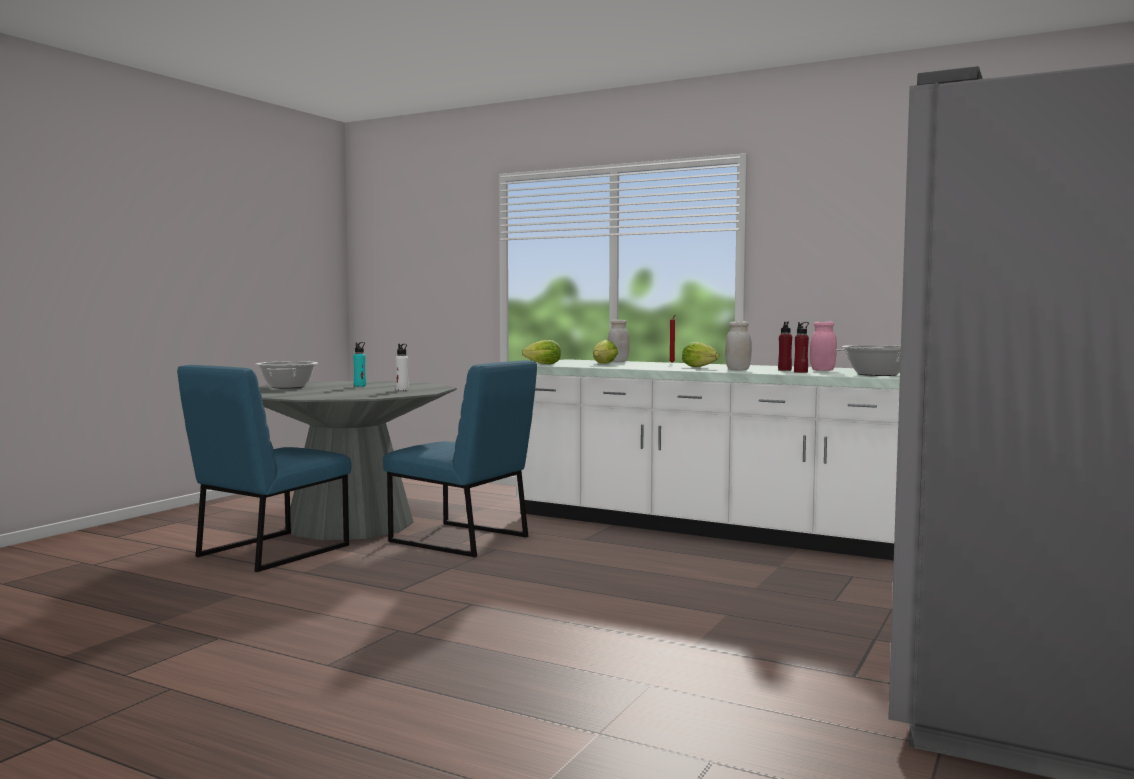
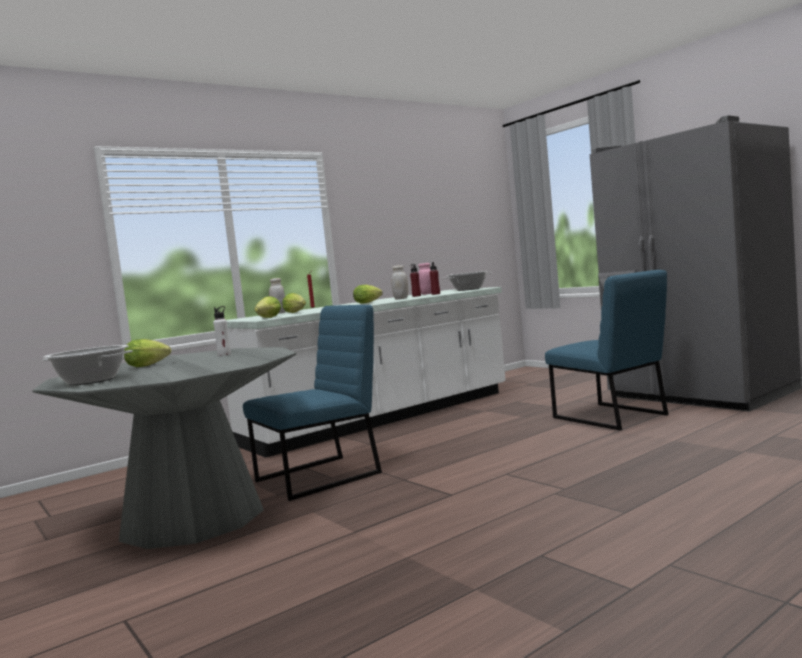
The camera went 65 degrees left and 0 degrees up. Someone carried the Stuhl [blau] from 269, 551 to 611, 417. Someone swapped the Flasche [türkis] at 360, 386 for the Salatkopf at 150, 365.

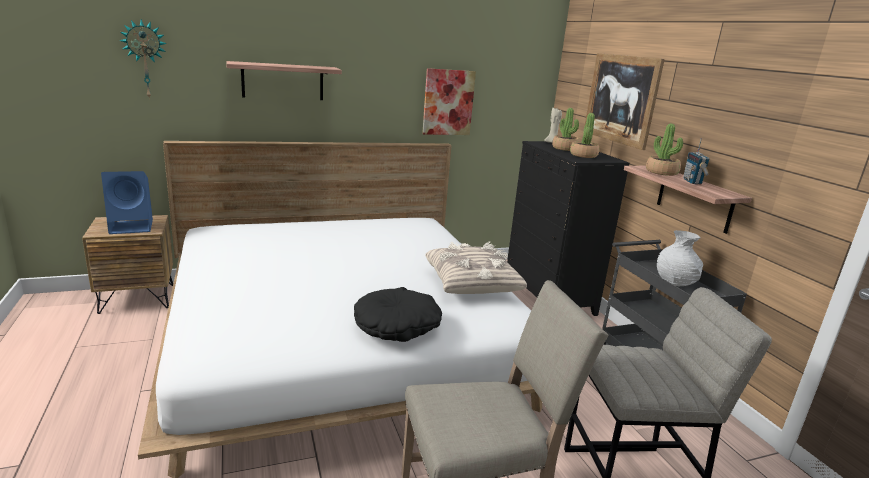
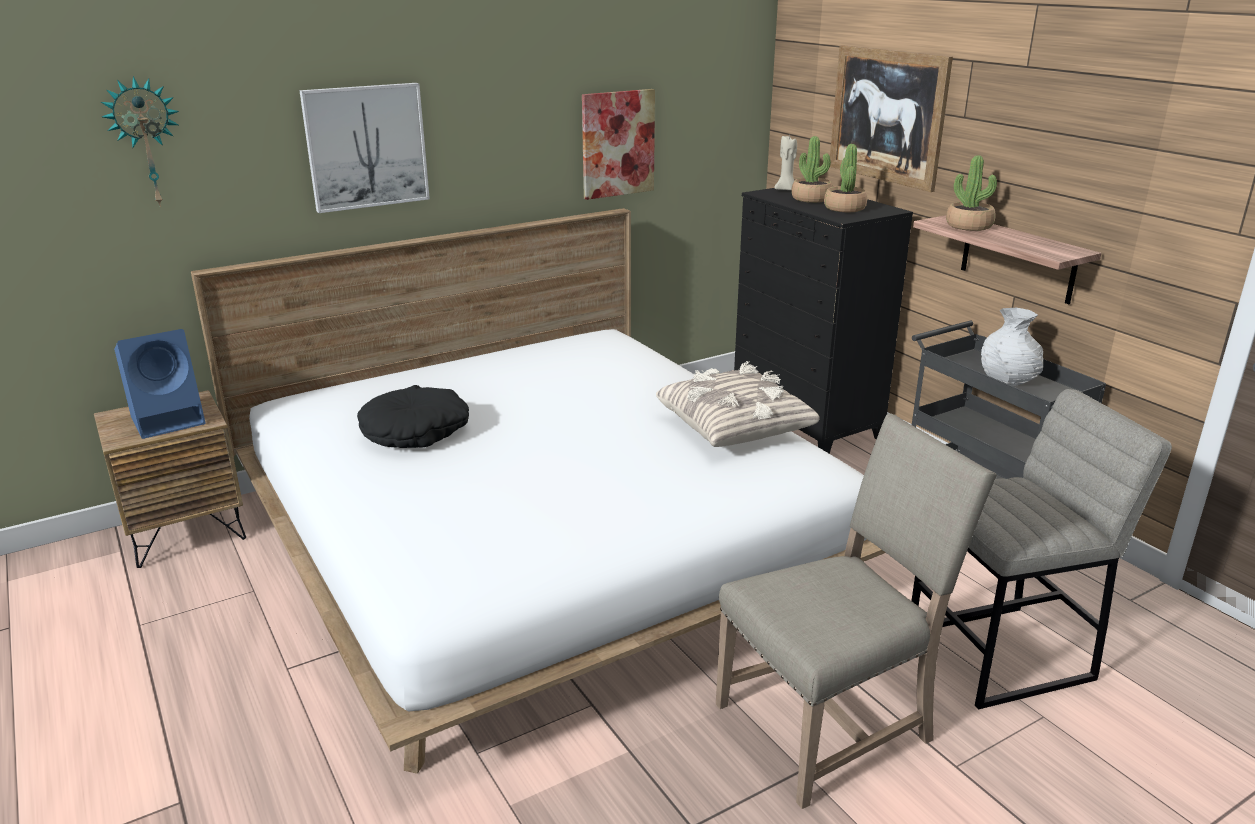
The camera went 10 degrees left and 5 degrees up. Someone took away the Radio at 692, 182. Someone carried the Kissen [schwarz] from 395, 325 to 413, 432. Someone swapped the Wandregal at 283, 81 for the Bild at 366, 146.

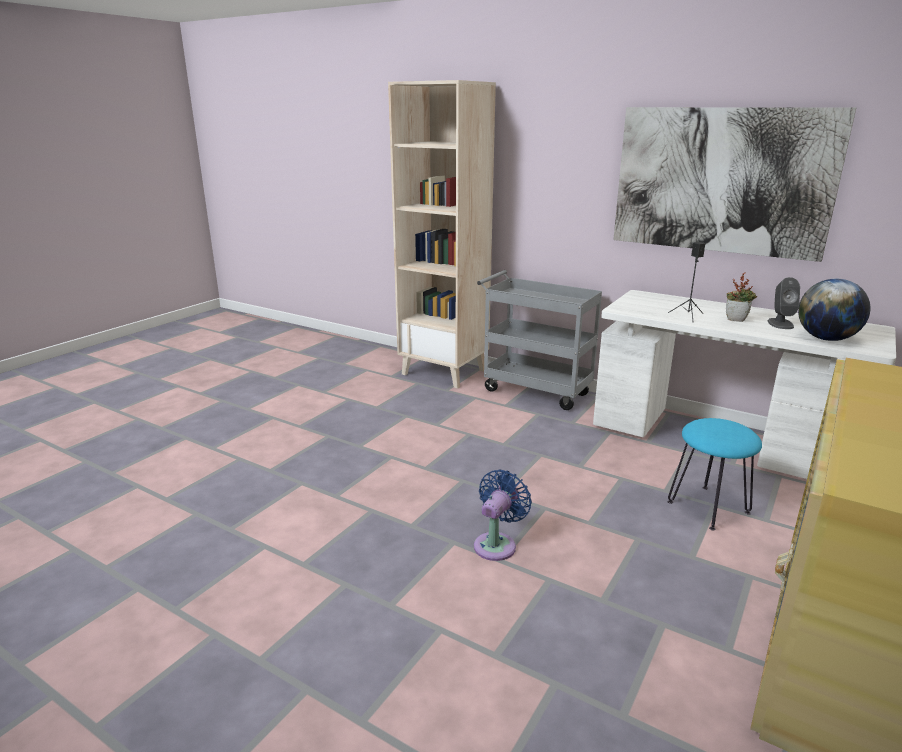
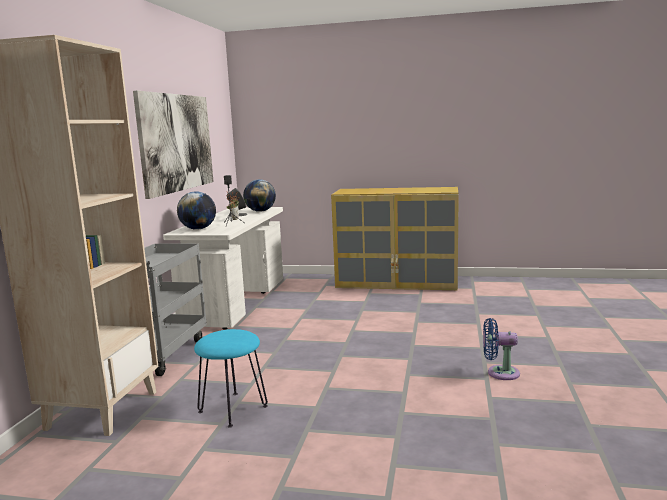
The camera went 110 degrees left and 10 degrees down. Someone put down the Globus at 198, 229. Someone carried the Ventilator [blau] from 497, 544 to 499, 373. Someone carried the Hocker [türkis] from 708, 507 to 233, 409.

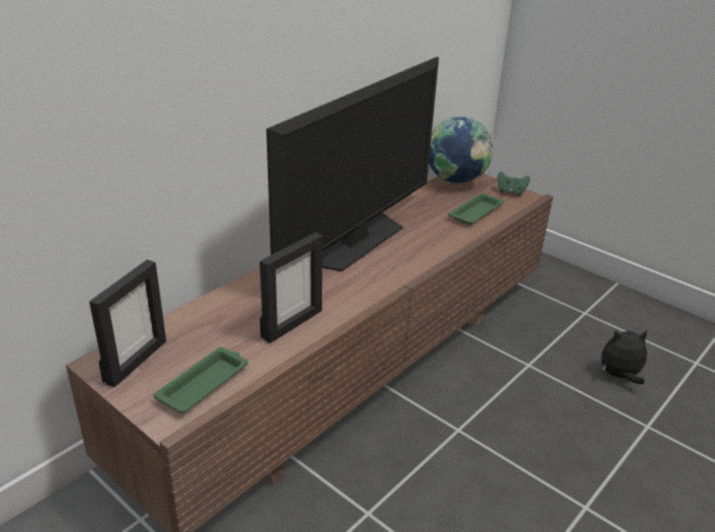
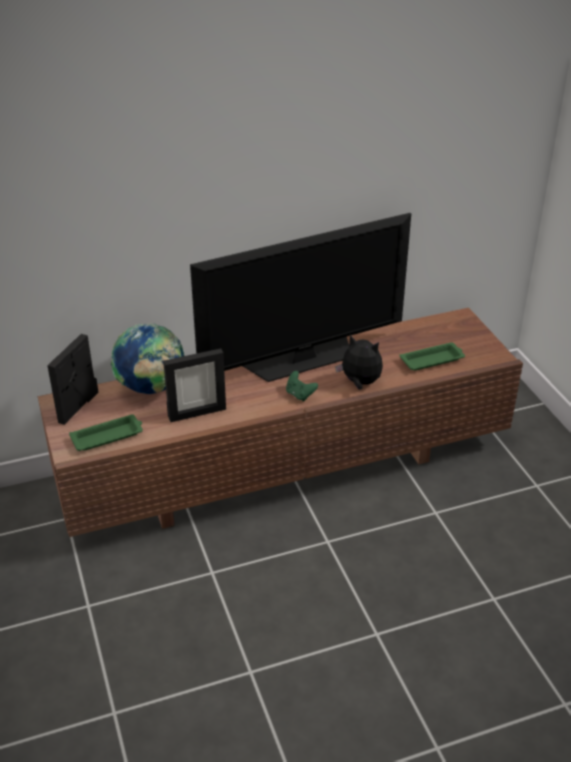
The camera went 30 degrees right and 5 degrees up. Someone carried the Globus from 455, 182 to 151, 389. Someone carried the Gamepad [grün] from 511, 192 to 300, 395. Someone carried the Plüschtier from 619, 376 to 360, 383. Someone rotated the Bilderrahmen at 135, 361 by 150 degrees clockwise.

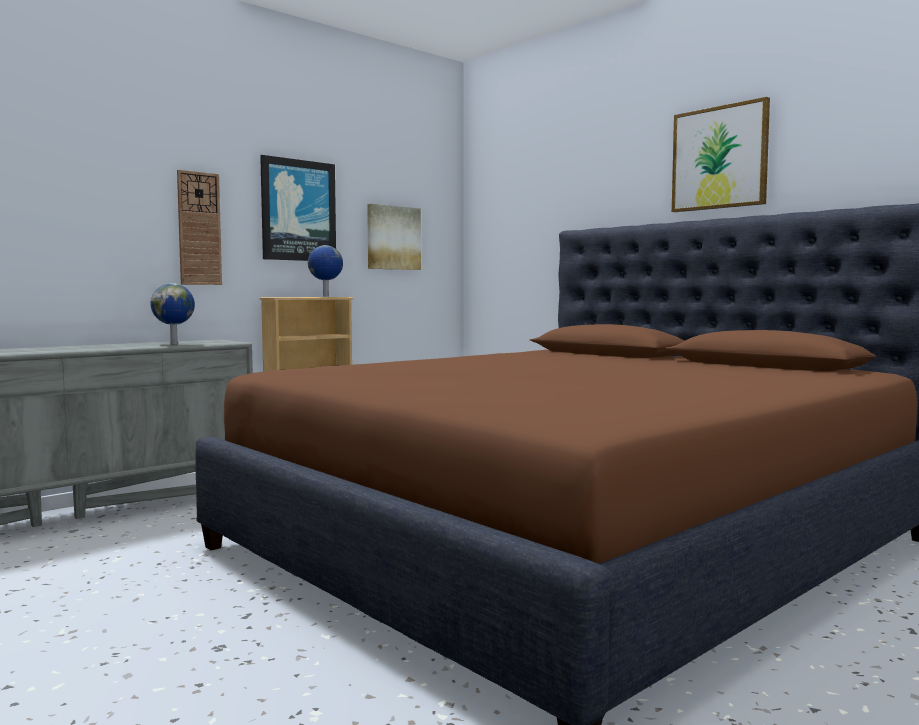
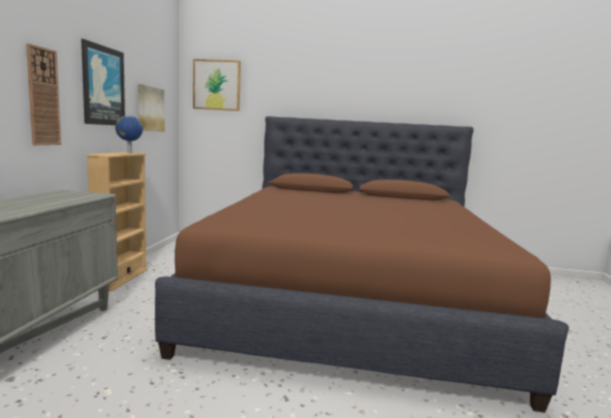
The camera went 40 degrees left and 5 degrees up. Someone took away the Globus at 175, 344. Someone carried the Bild from 719, 158 to 217, 85.

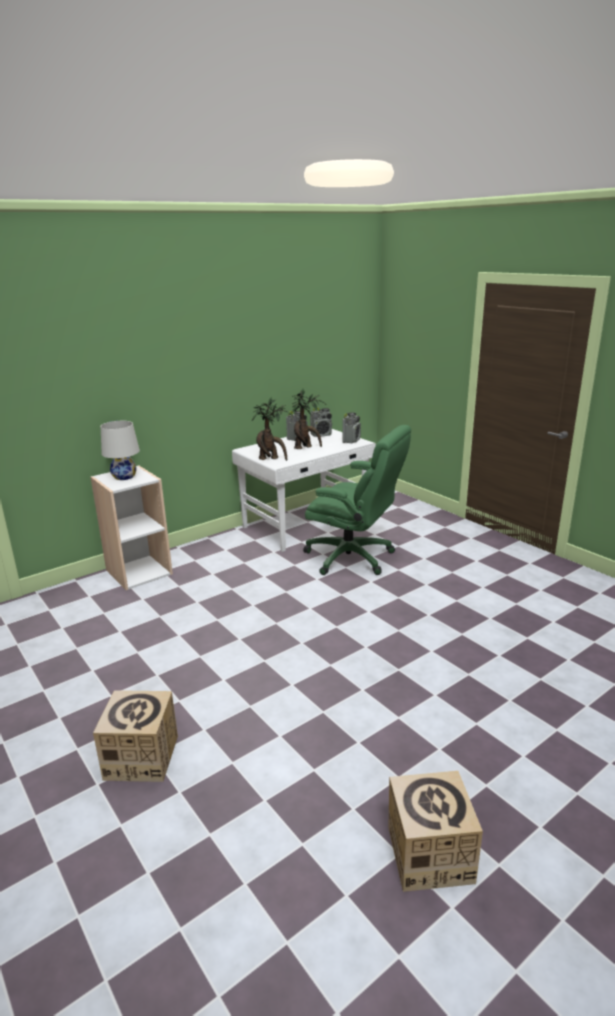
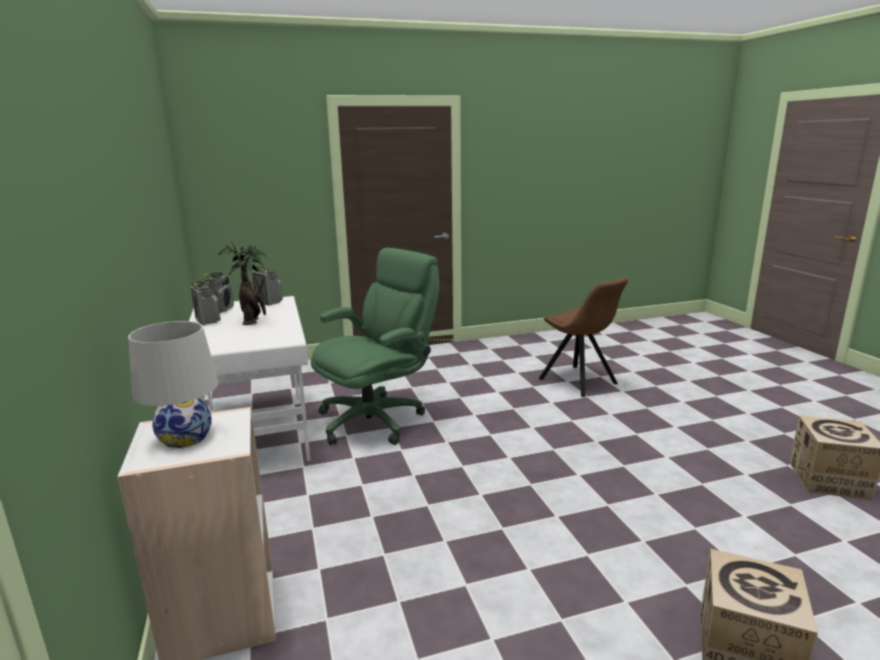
The camera went 70 degrees left and 5 degrees down. Someone took away the Topfpflanze at 271, 459. Someone put down the Stuhl [braun] at 578, 381.

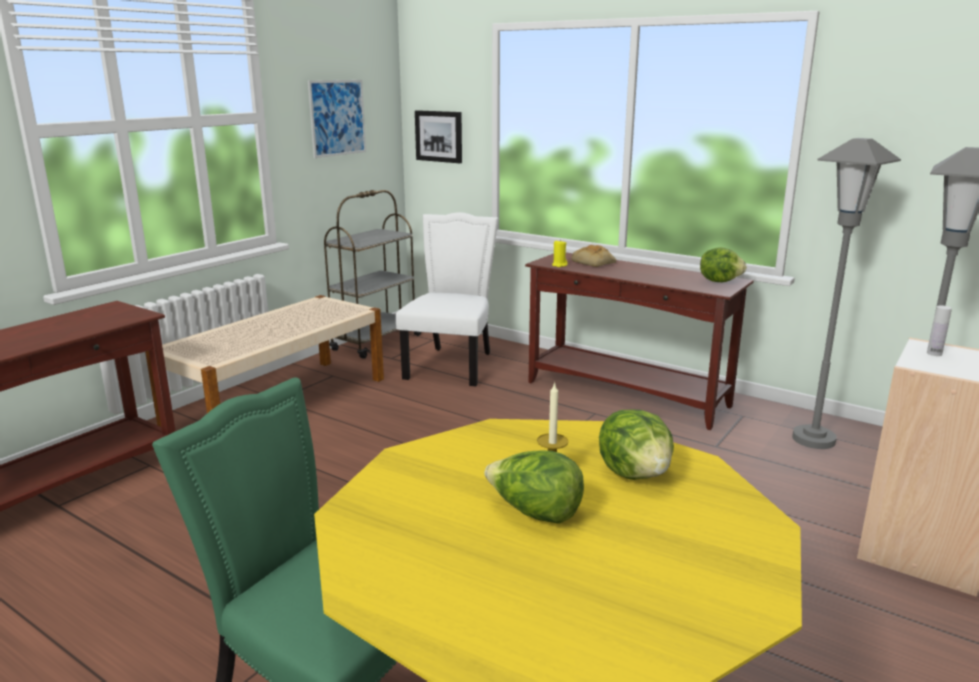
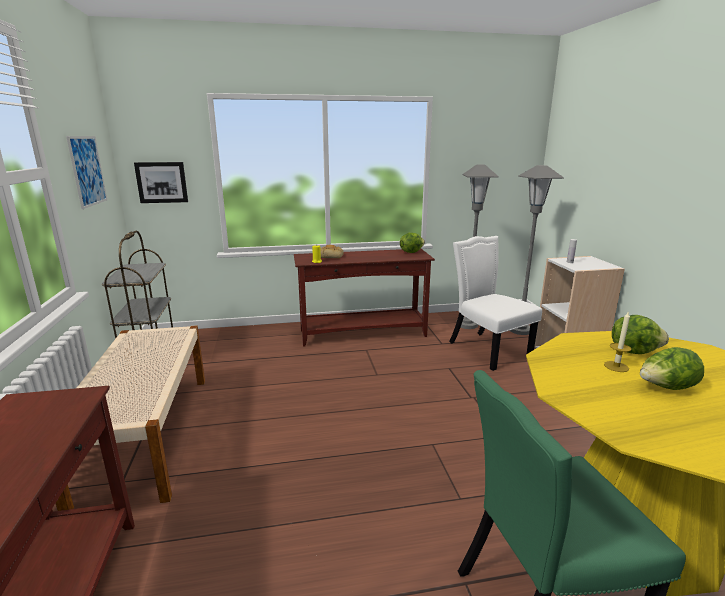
The camera went 45 degrees left and 0 degrees up. Someone carried the Stuhl [weiß] from 451, 367 to 489, 350.

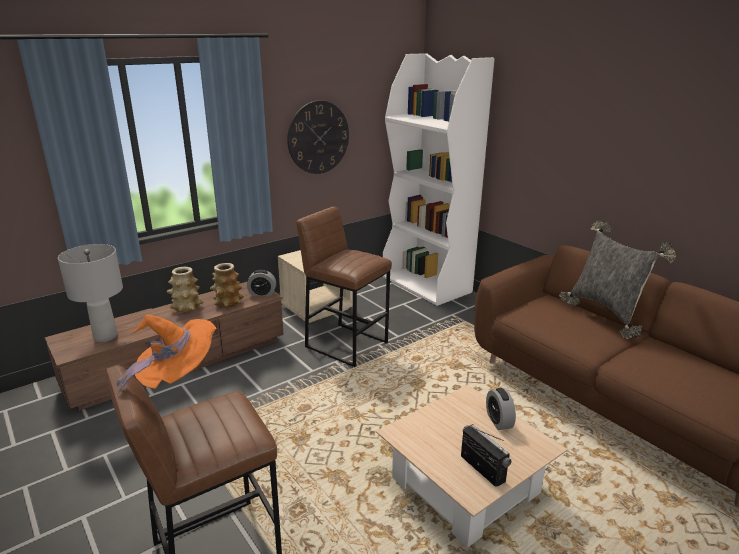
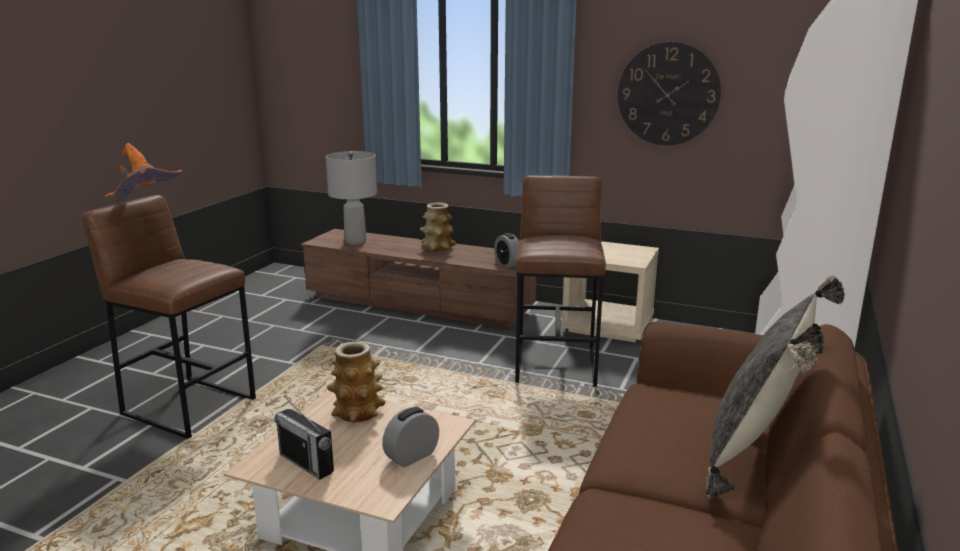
The camera went 60 degrees right and 5 degrees down. Someone carried the Vase from 228, 302 to 357, 412. Someone rotated the Radio at 482, 469 by 105 degrees clockwise.

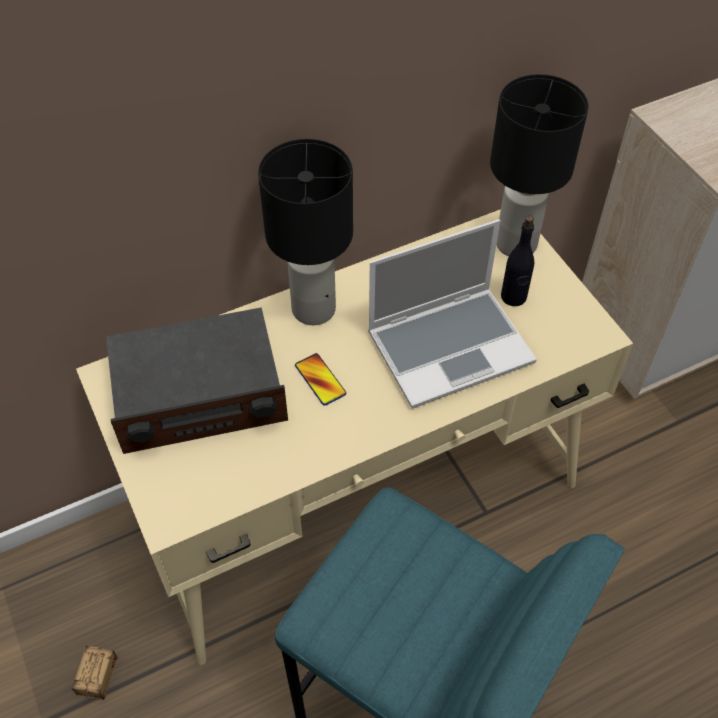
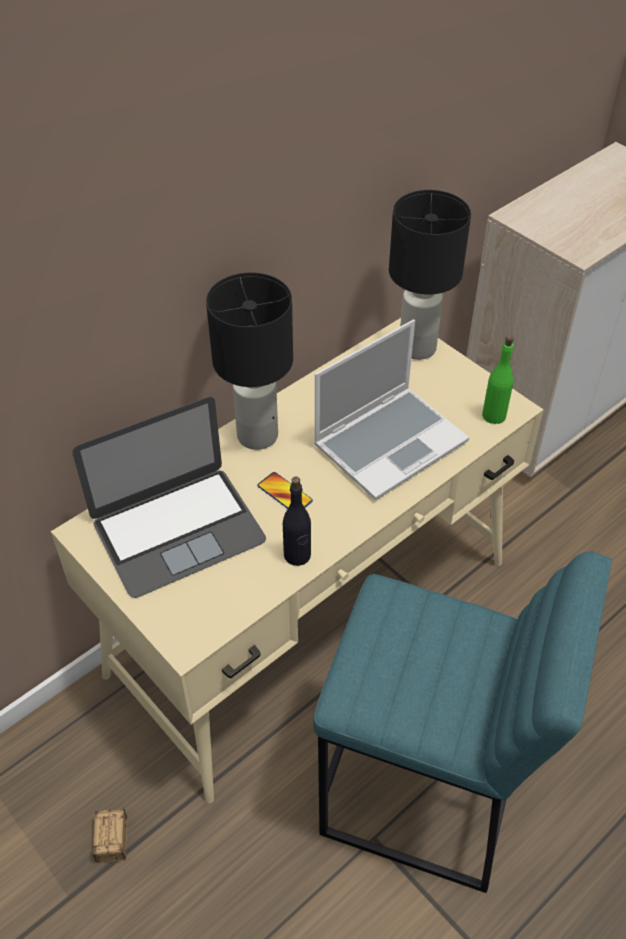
The camera went 15 degrees left and 5 degrees down. Someone put down the Flasche [grün] at 493, 415. Someone carried the Flasche [schwarz] from 513, 297 to 297, 555. Someone swapped the Radio at 199, 396 for the Laptop at 178, 530.

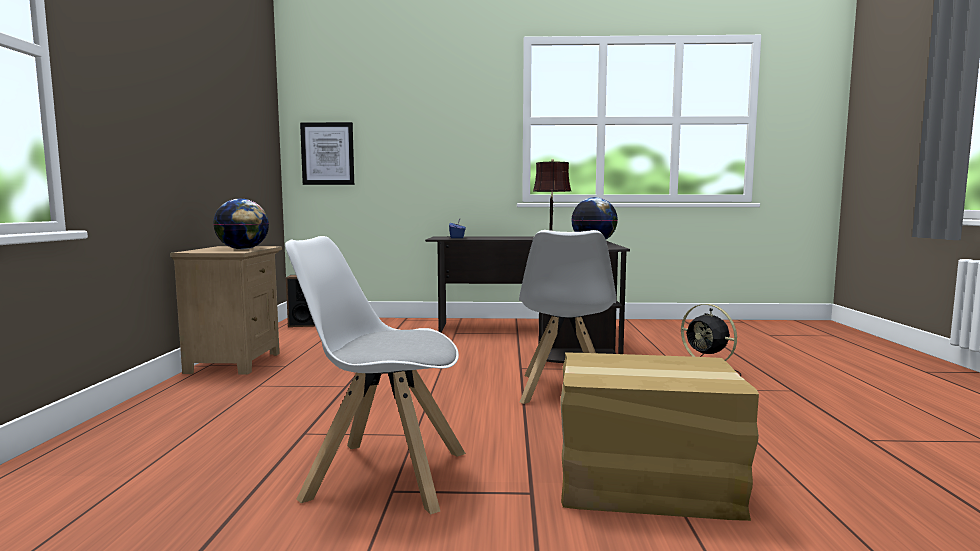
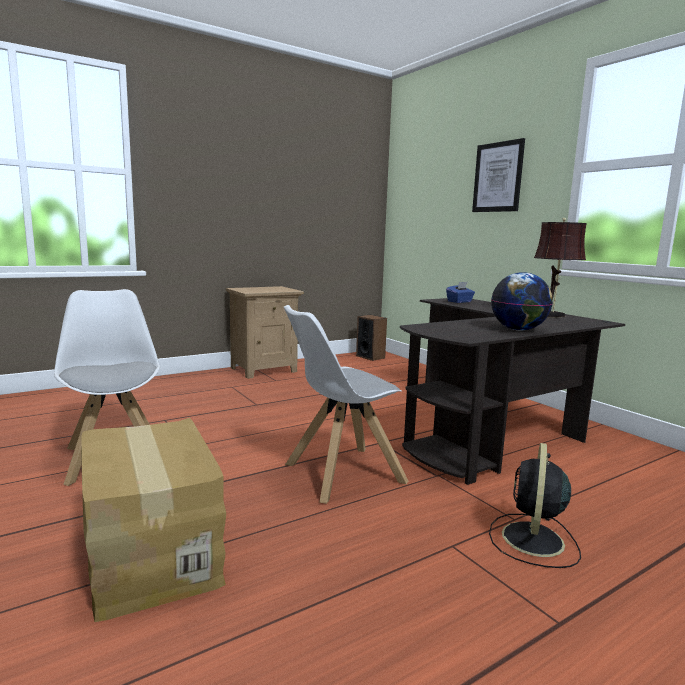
The camera went 55 degrees right and 5 degrees up. Someone took away the Globus at 242, 249. Someone carried the Bild from 327, 153 to 498, 177.

